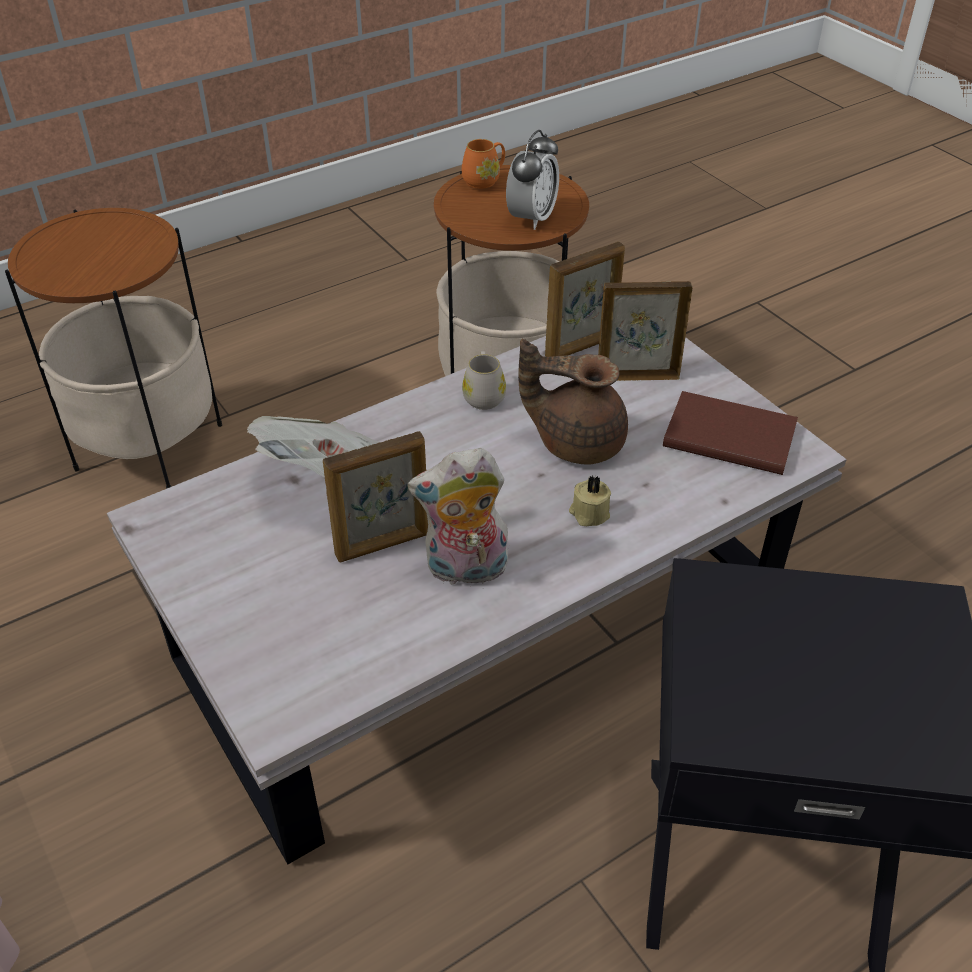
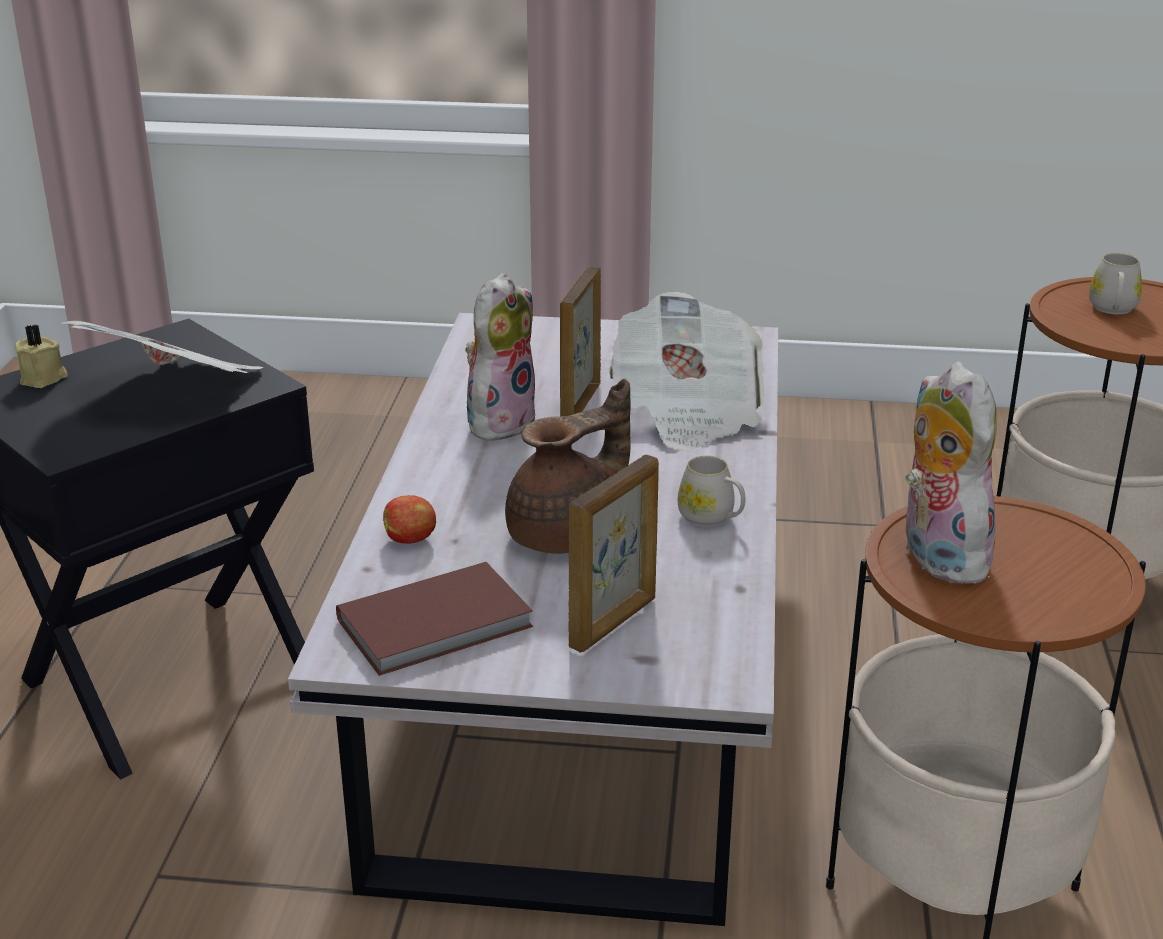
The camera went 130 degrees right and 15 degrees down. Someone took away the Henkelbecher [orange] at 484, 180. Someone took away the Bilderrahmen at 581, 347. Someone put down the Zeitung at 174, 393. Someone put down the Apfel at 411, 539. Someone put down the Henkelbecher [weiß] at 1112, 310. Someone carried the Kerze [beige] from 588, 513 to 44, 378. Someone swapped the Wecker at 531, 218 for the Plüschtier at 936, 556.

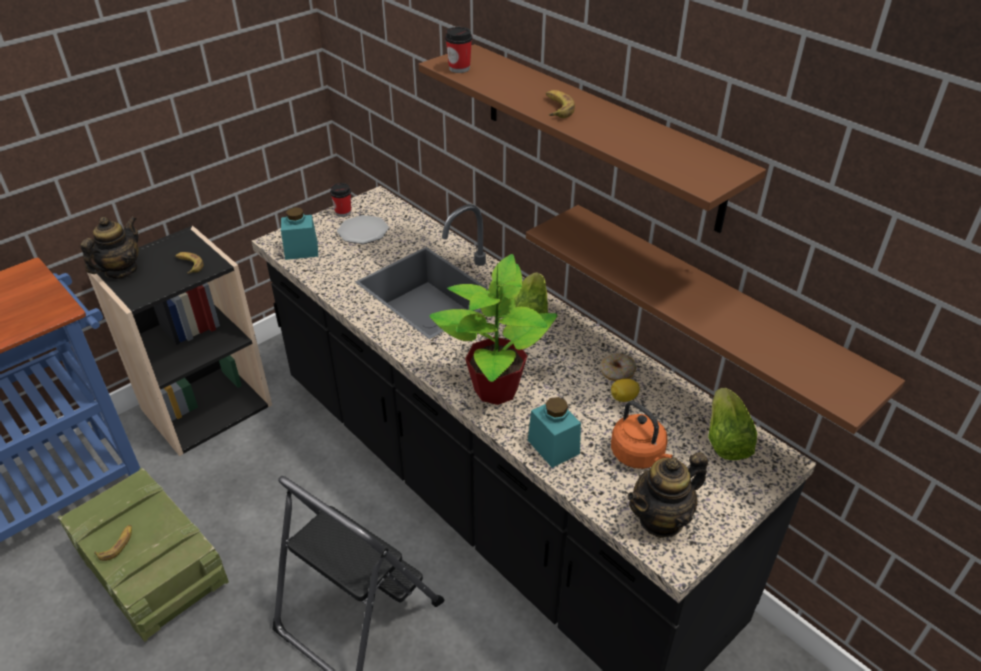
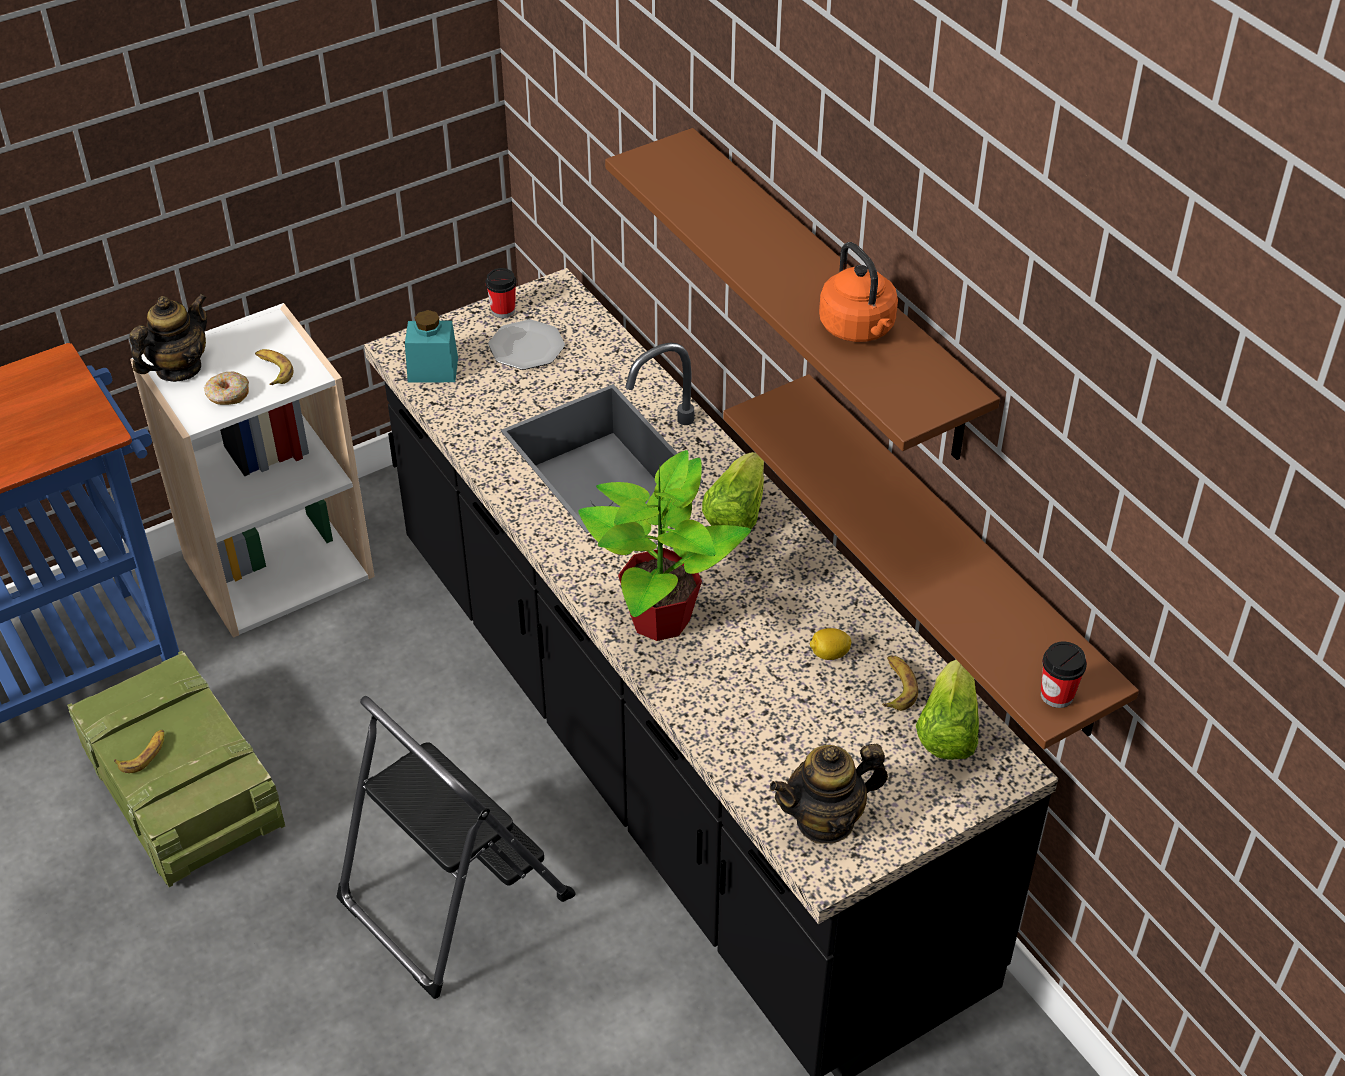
The camera went 10 degrees right and 5 degrees up. Someone took away the Vorratsglas [türkis] at 553, 447. Someone carried the Tasse from 459, 68 to 1057, 695. Someone carried the Banane from 556, 108 to 896, 686. Someone carried the Donut from 617, 372 to 227, 395. Someone carried the Wasserkessel [orange] from 639, 455 to 859, 329. Someone repainted the Bücherregal [schwarz] at 207, 405, which became the Bücherregal [weiß] at 279, 565.

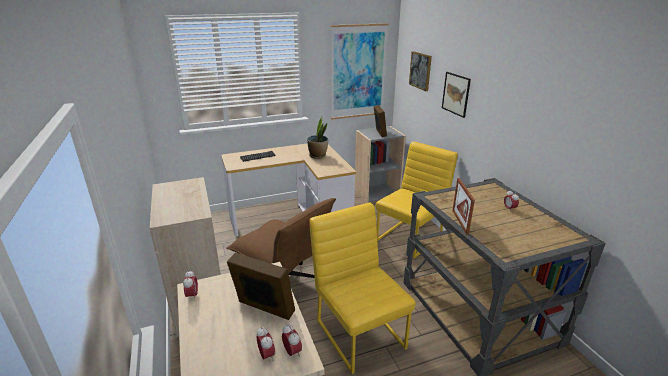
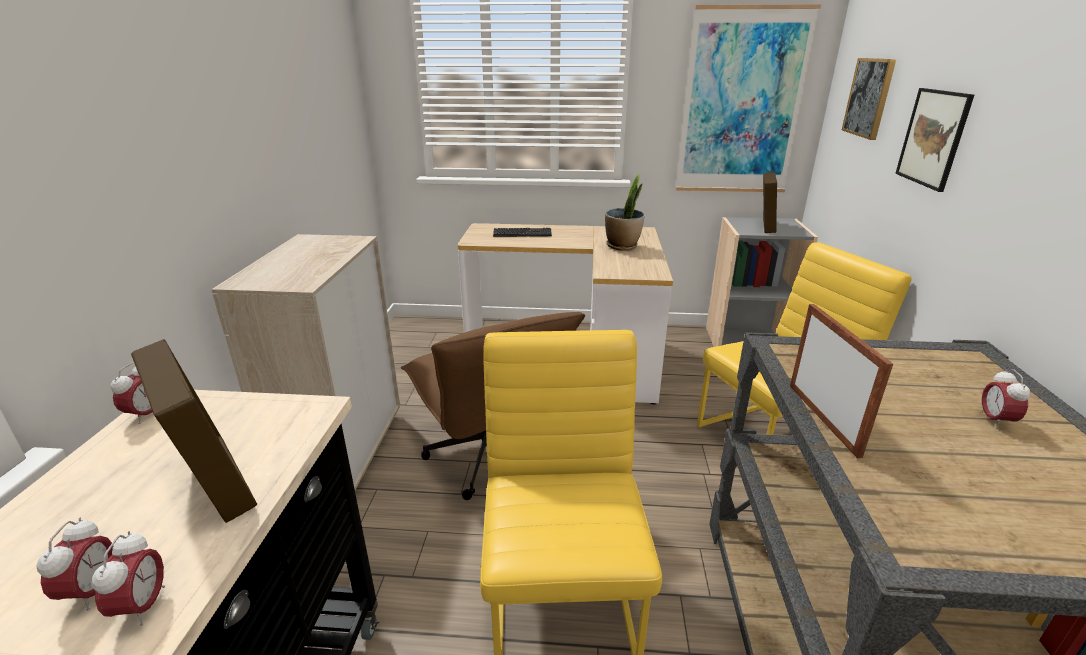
The camera went 25 degrees right and 0 degrees up. Someone rotated the Bilderrahmen at 460, 222 by 150 degrees clockwise.

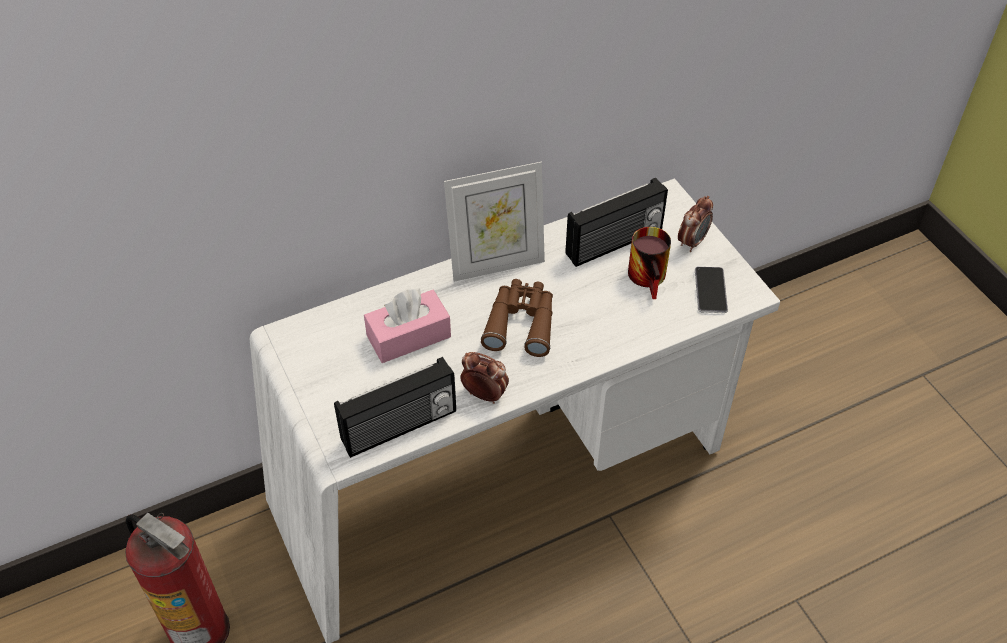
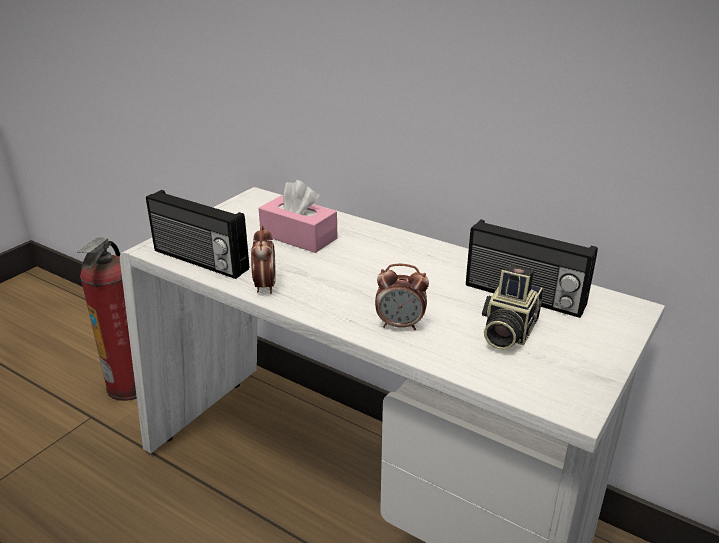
The camera went 60 degrees right and 20 degrees down. Someone took away the Bilderrahmen at 496, 264. Someone took away the Fernglas [braun] at 521, 322. Someone took away the Handy at 710, 290. Someone carried the Wecker from 692, 242 to 400, 325. Someone swapped the Henkelbecher at 651, 278 for the Kamera at 507, 331.

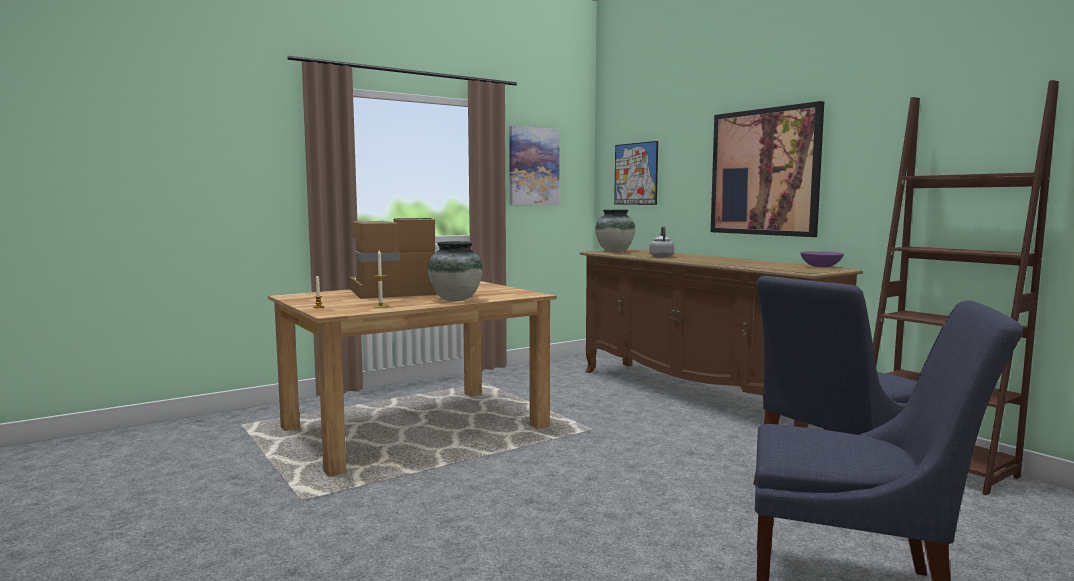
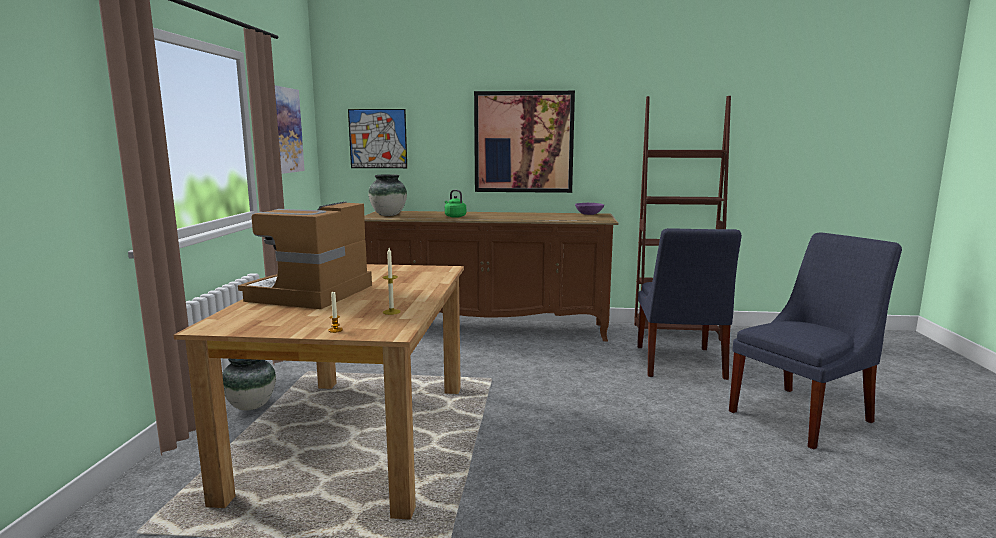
The camera went 50 degrees left and 5 degrees up. Someone carried the Vase from 456, 299 to 251, 406. Someone repainted the Wasserkessel [grau] at 661, 256, which became the Wasserkessel [grün] at 454, 216.

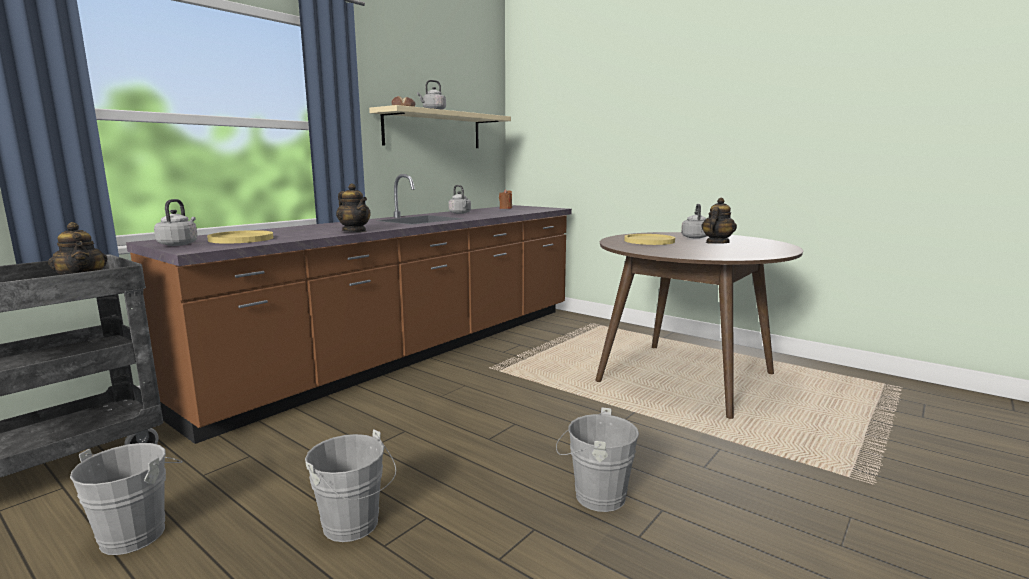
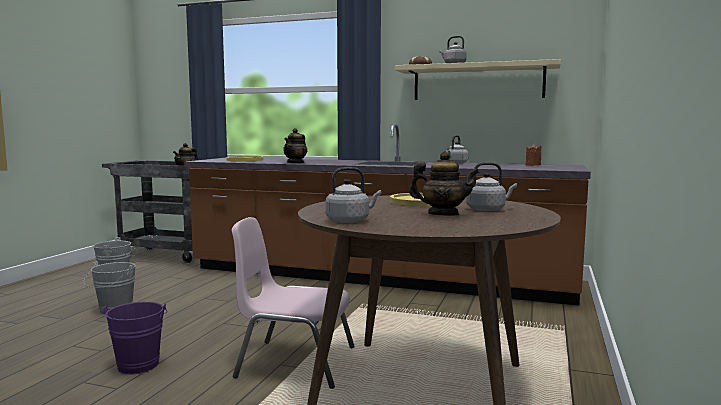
The camera went 70 degrees right and 5 degrees down. Someone put down the Stuhl [rosa] at 294, 362. Someone carried the Wasserkessel [grau] from 179, 244 to 350, 220. Someone repainted the Eimer [grau] at 594, 495, which became the Eimer [lila] at 140, 363.

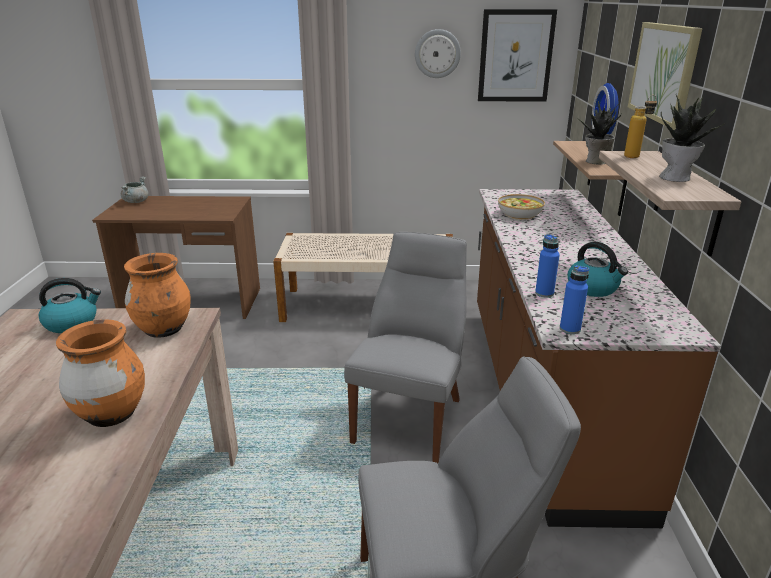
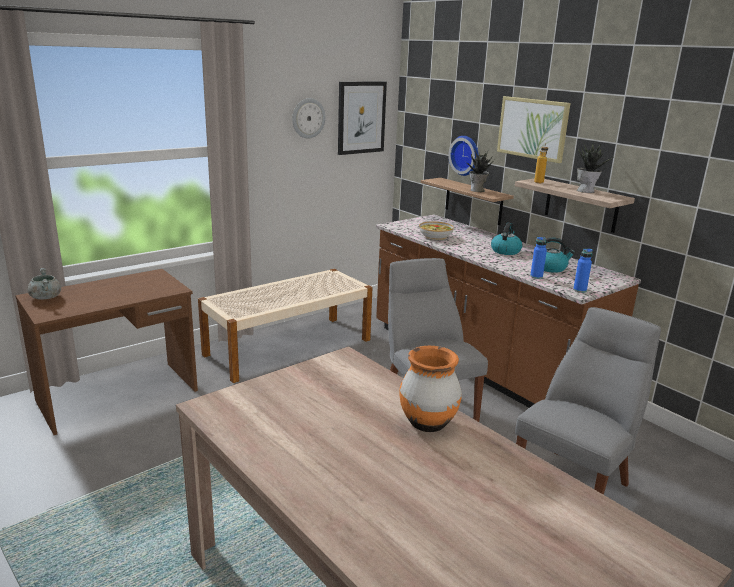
The camera went 40 degrees left and 5 degrees down. Someone took away the Vase [orange] at 164, 329. Someone carried the Wasserkessel from 72, 322 to 505, 251.

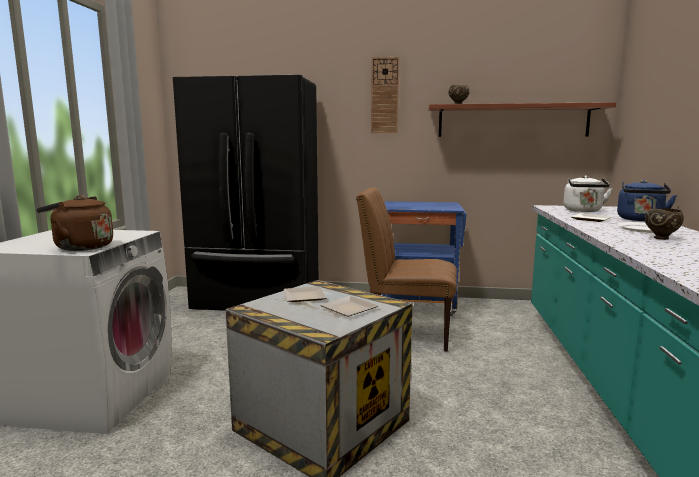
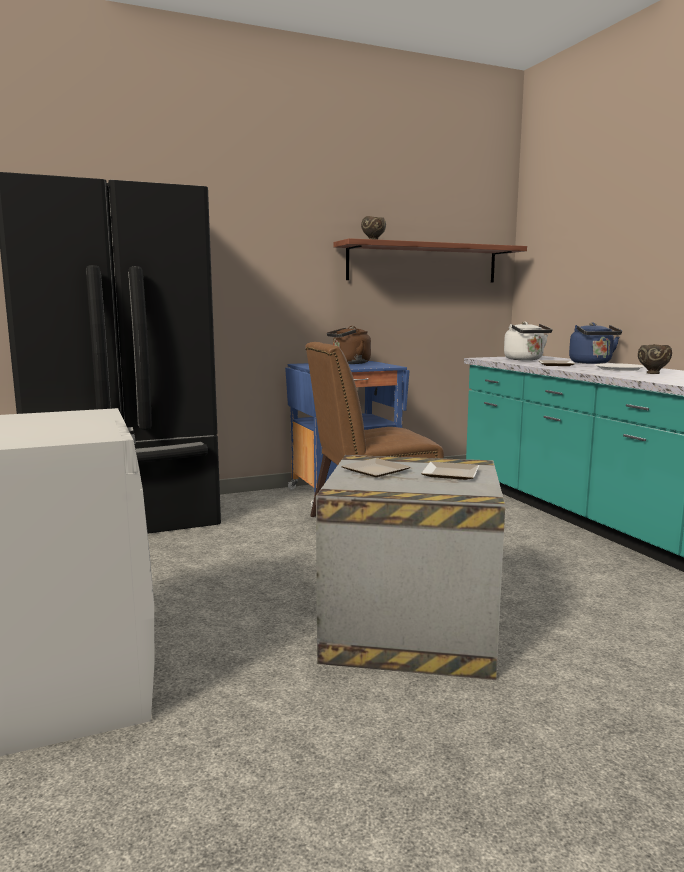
The camera went 30 degrees left and 0 degrees up. Someone took away the Wanduhr at 385, 95. Someone carried the Wasserkessel [braun] from 80, 247 to 349, 363.

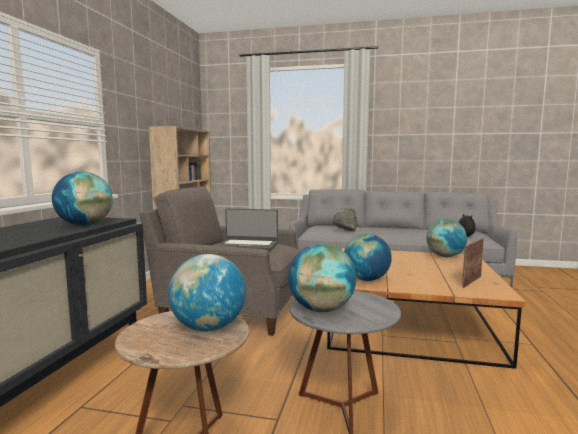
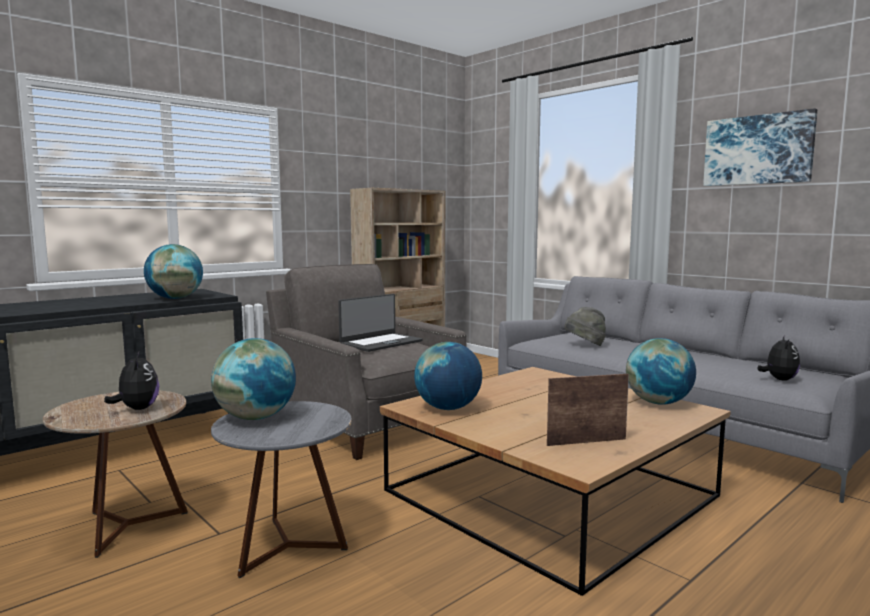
The camera went 35 degrees right and 0 degrees up. Someone put up the Bild at 758, 150. Someone swapped the Globus at 208, 328 for the Plüschtier at 137, 409. Someone rotated the Laptop at 247, 245 by 90 degrees counterclockwise.

